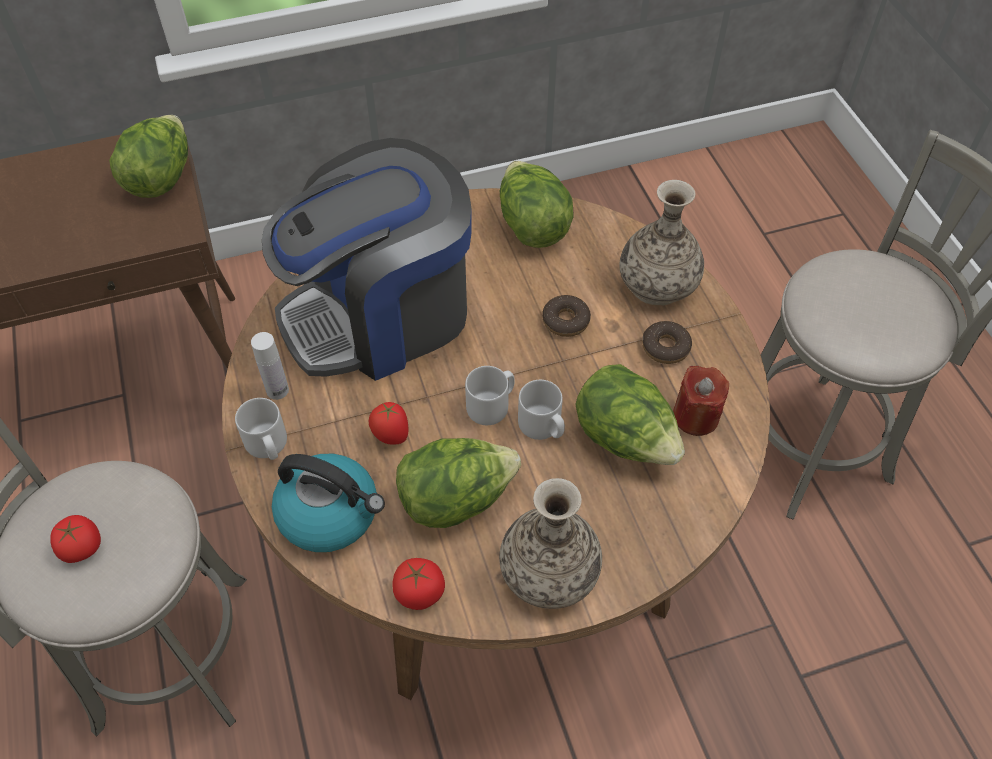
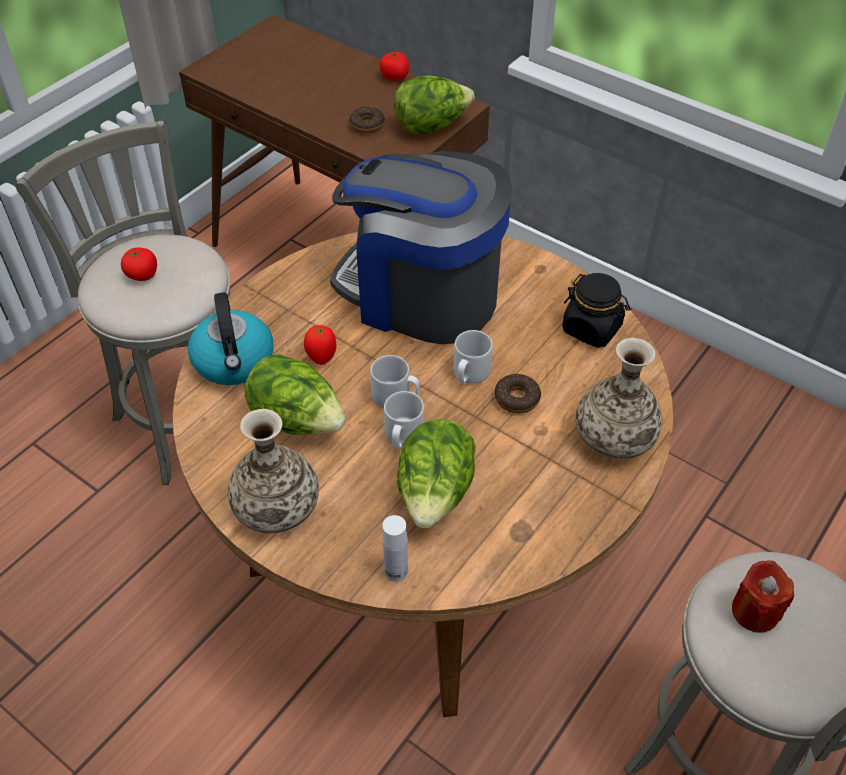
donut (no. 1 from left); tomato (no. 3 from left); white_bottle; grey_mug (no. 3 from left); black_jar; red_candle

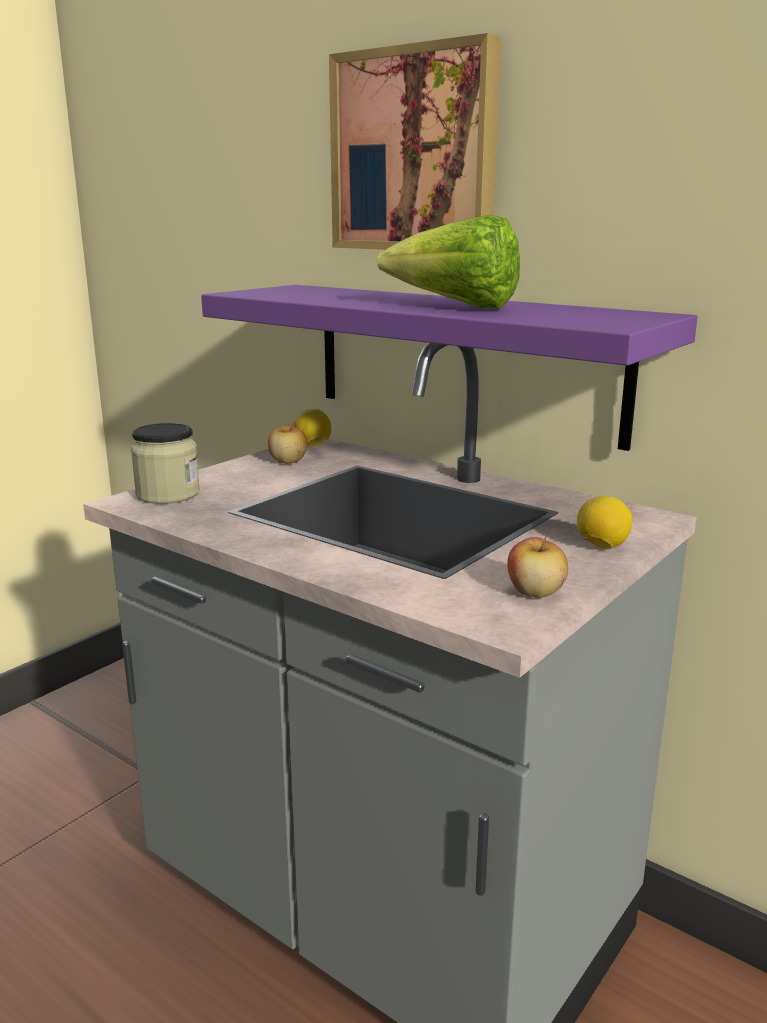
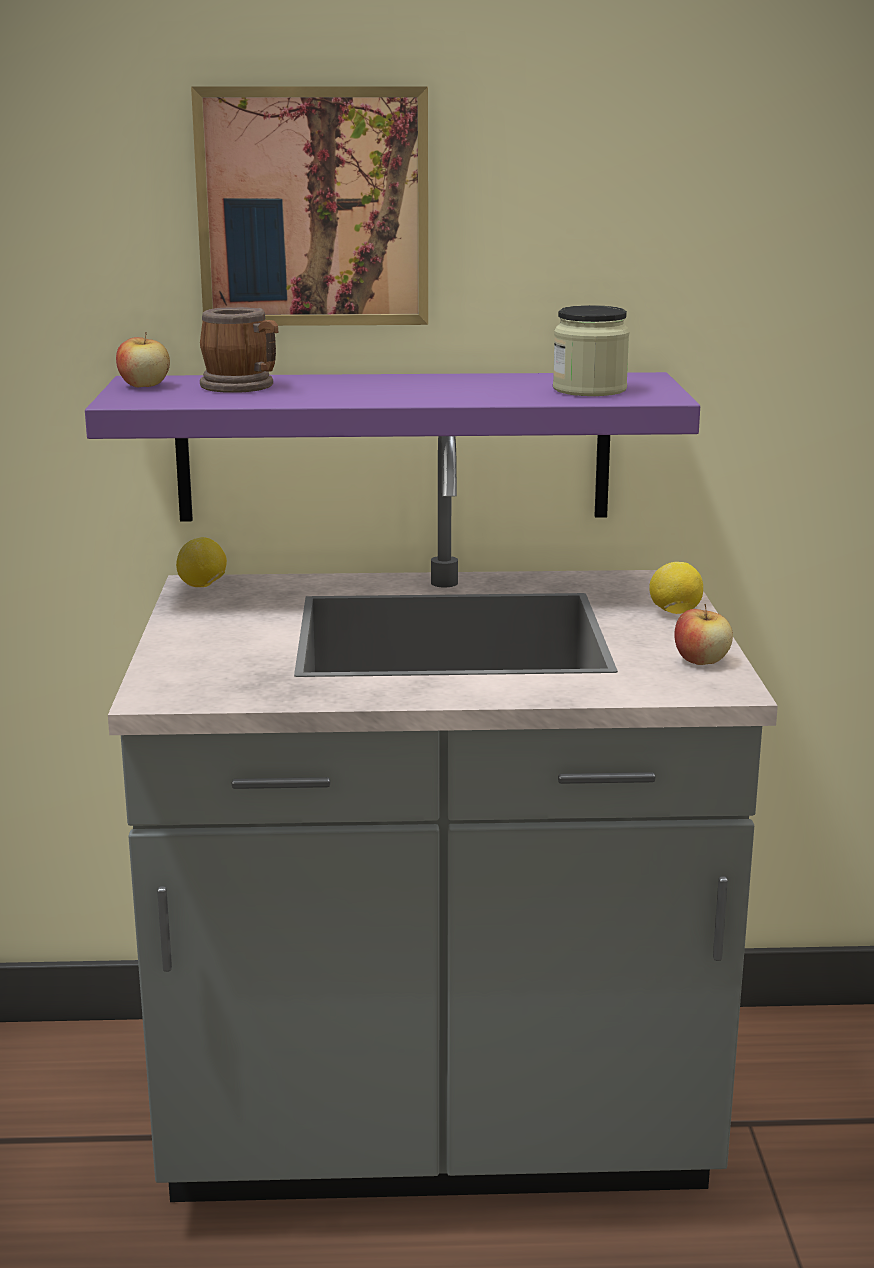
apple (no. 1 from left); mug; jar; lettuce

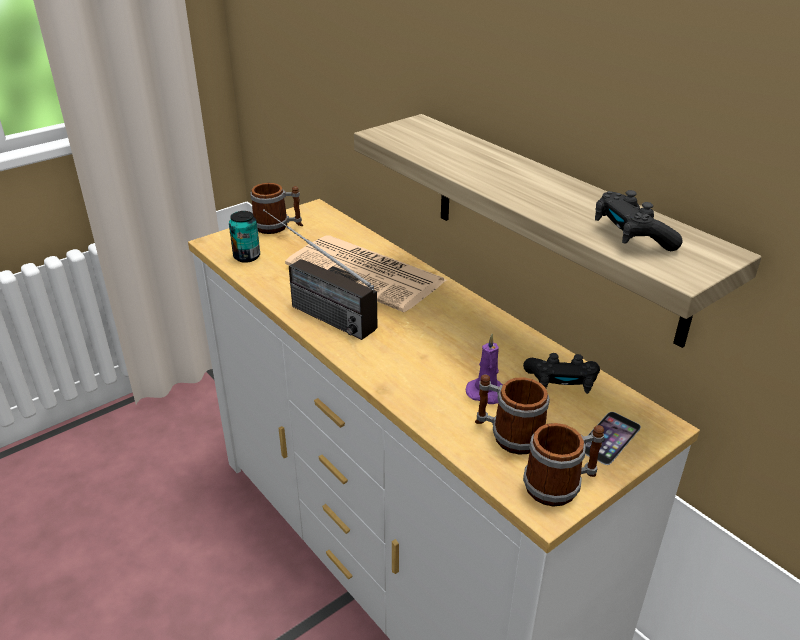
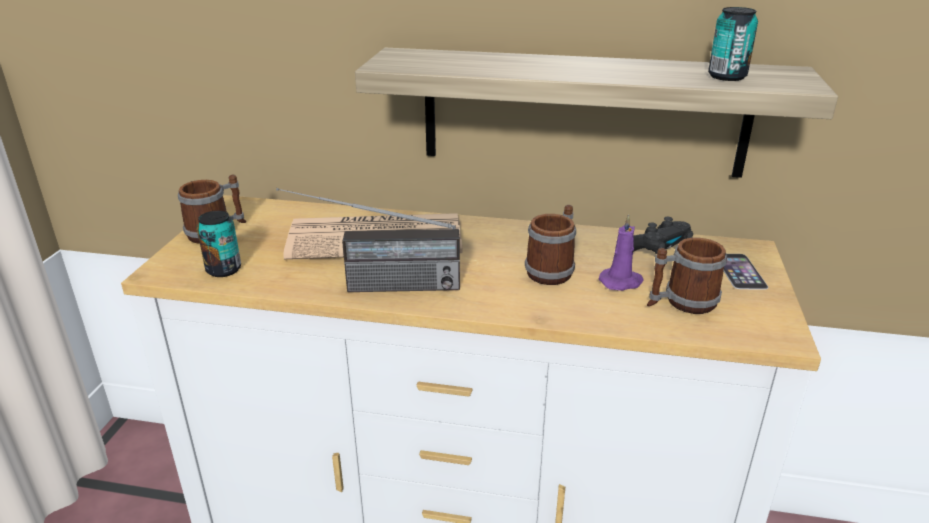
mug (no. 2 from left); can (no. 2 from left)

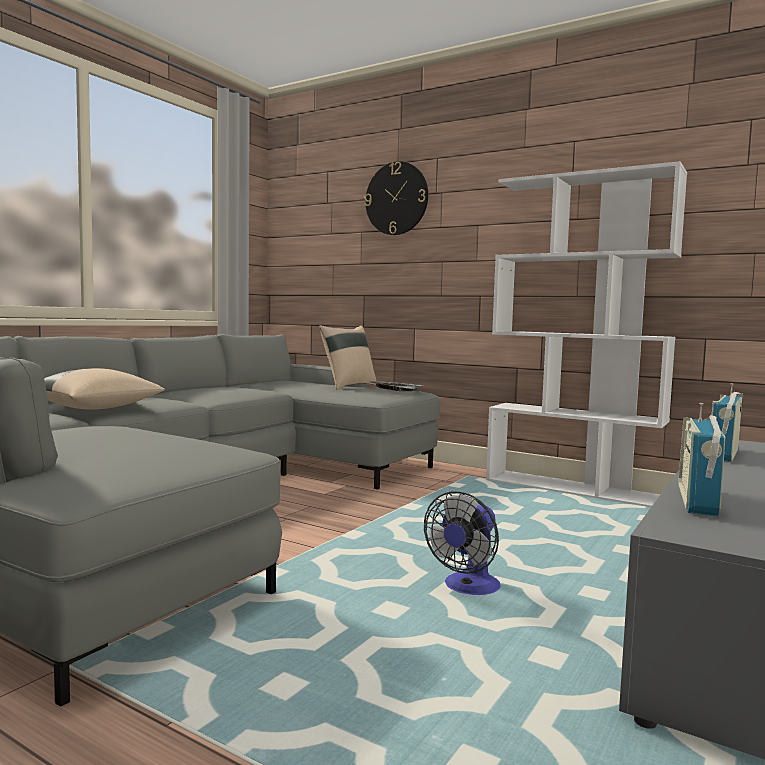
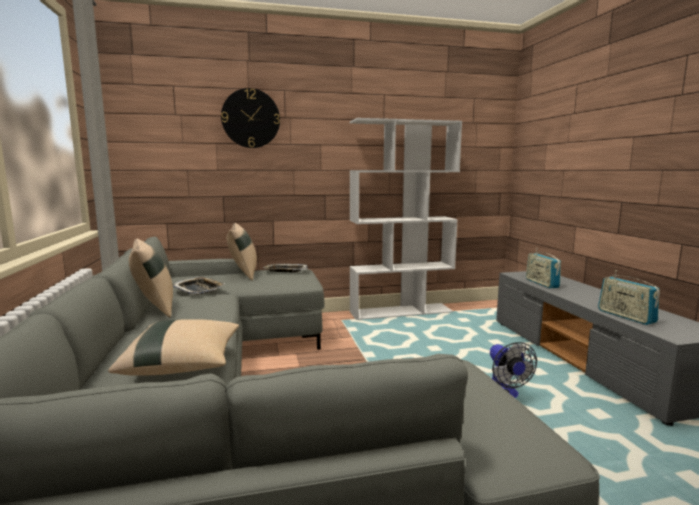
beige_pillow (no. 1 from left); tray (no. 1 from left)

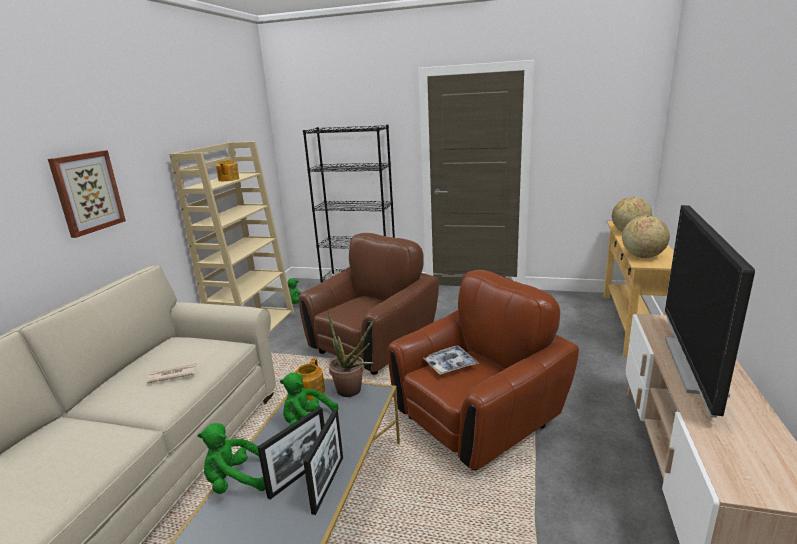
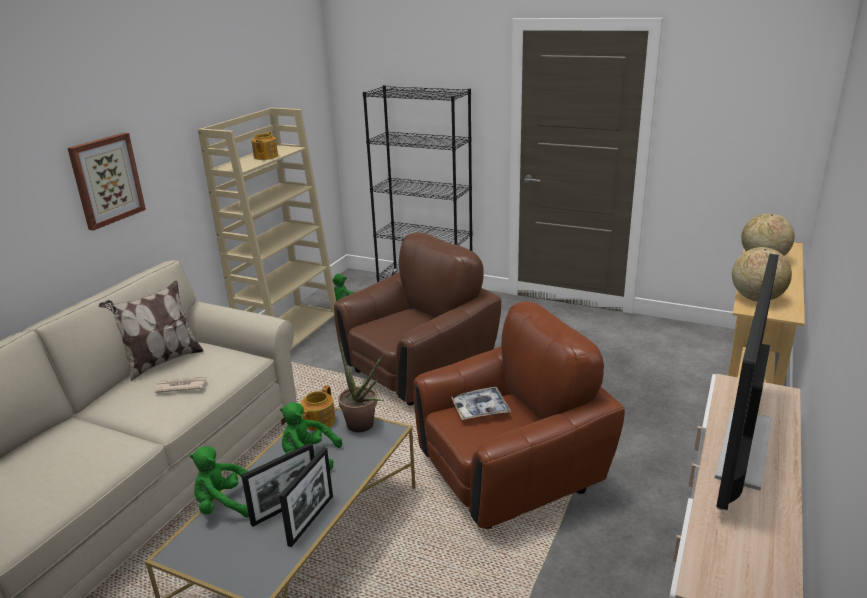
pillow

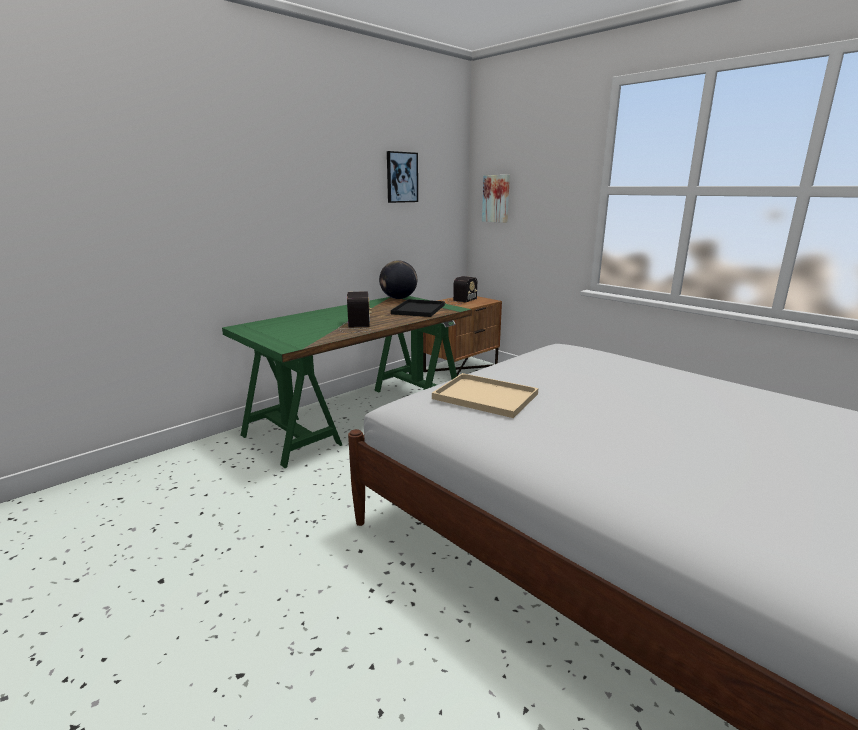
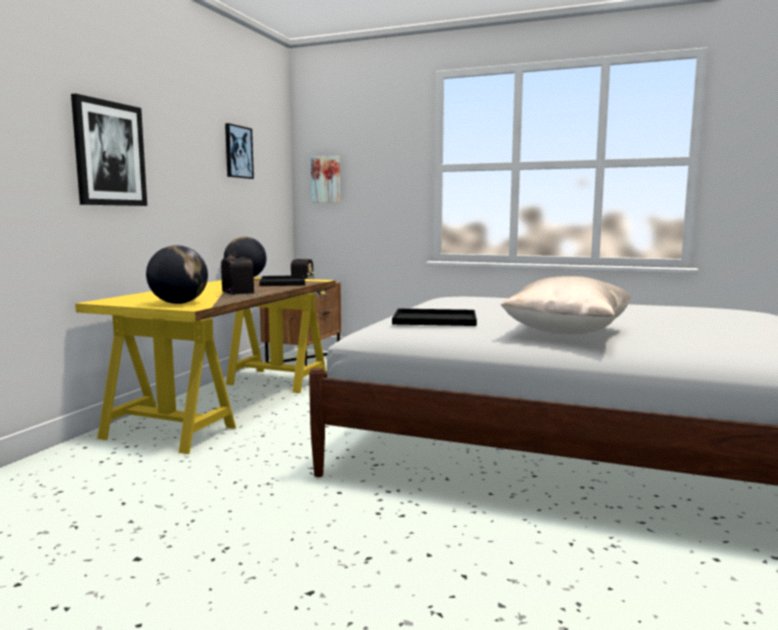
picture (no. 1 from left); yellow_desk; globe (no. 1 from left); black_tray (no. 2 from left); beige_pillow

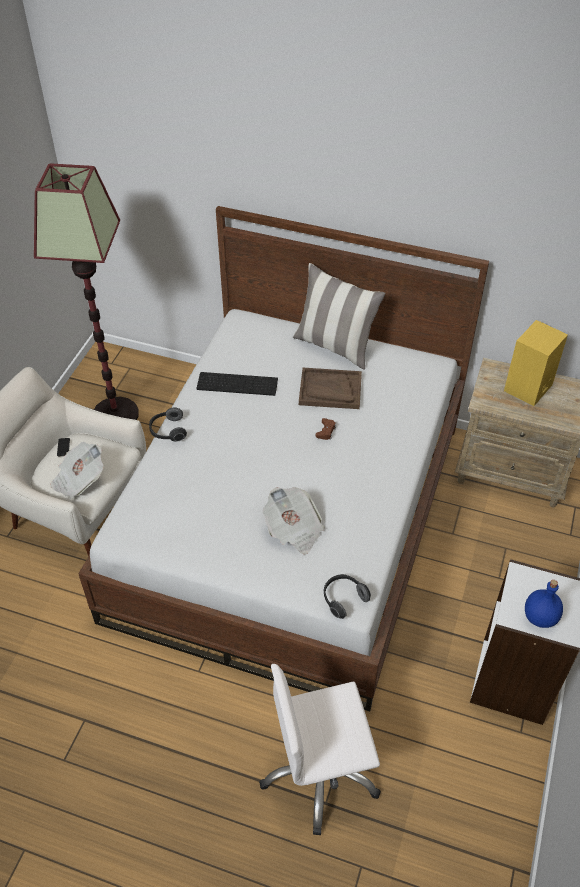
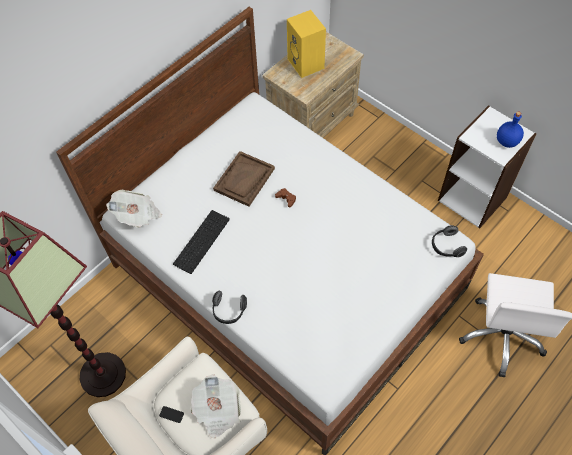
newspaper (no. 1 from left); pillow

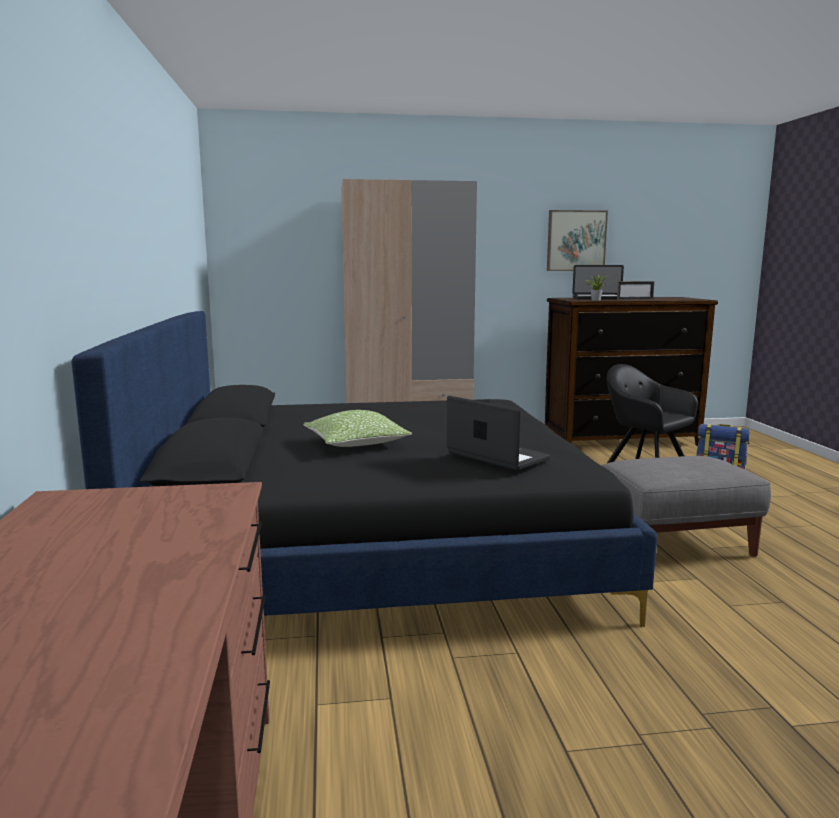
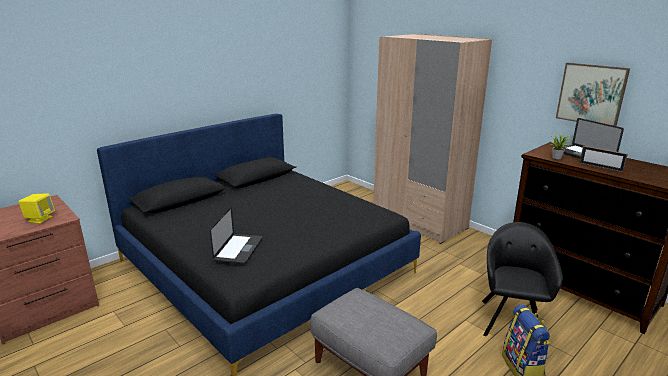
yellow_speaker; pillow

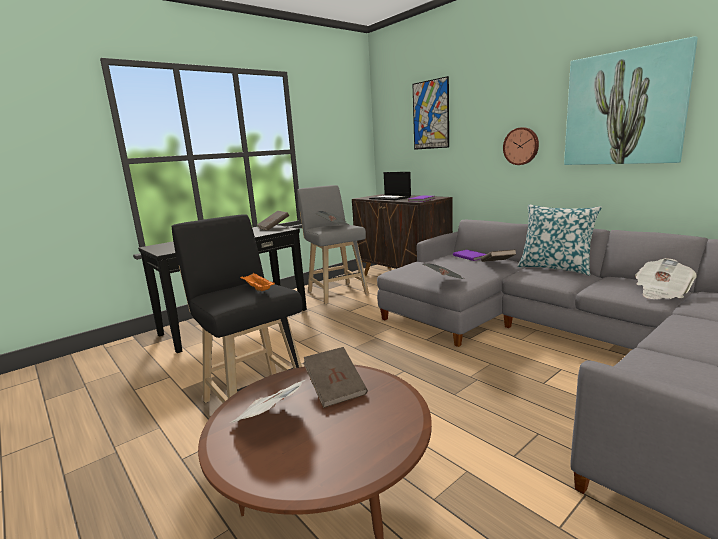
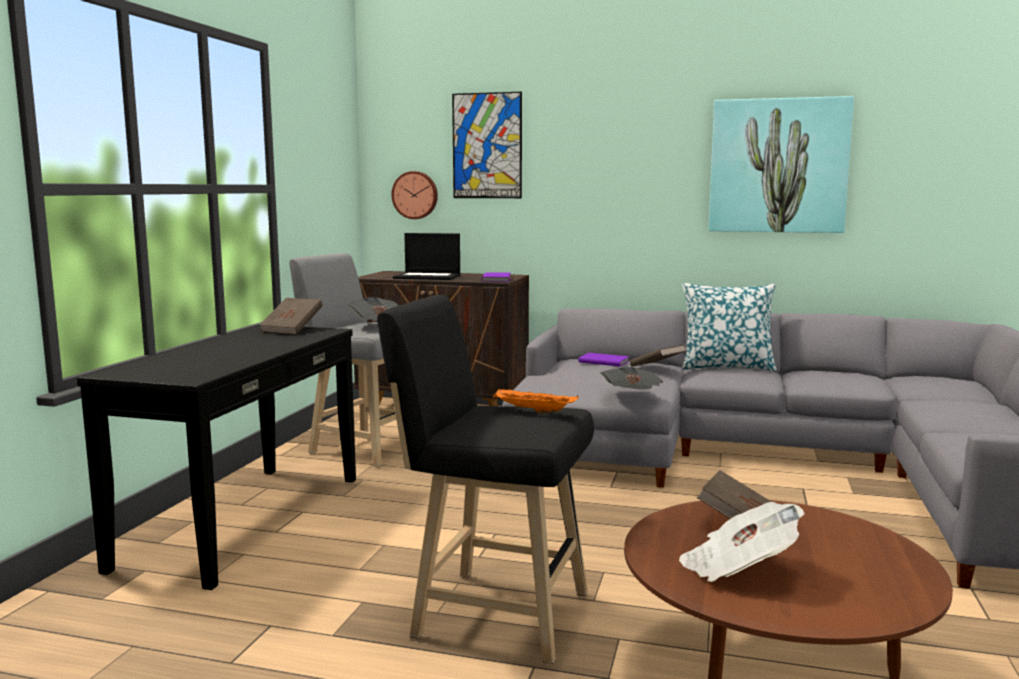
wall_clock; newspaper (no. 4 from left in the first image)

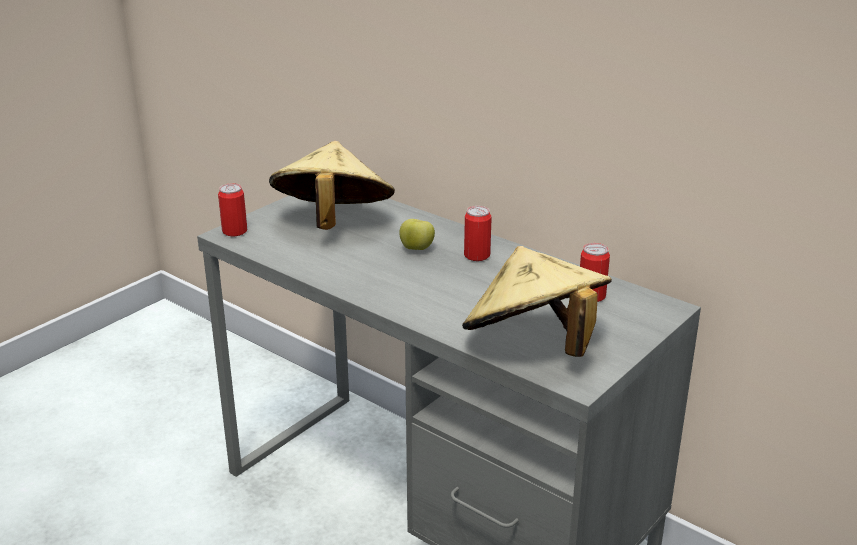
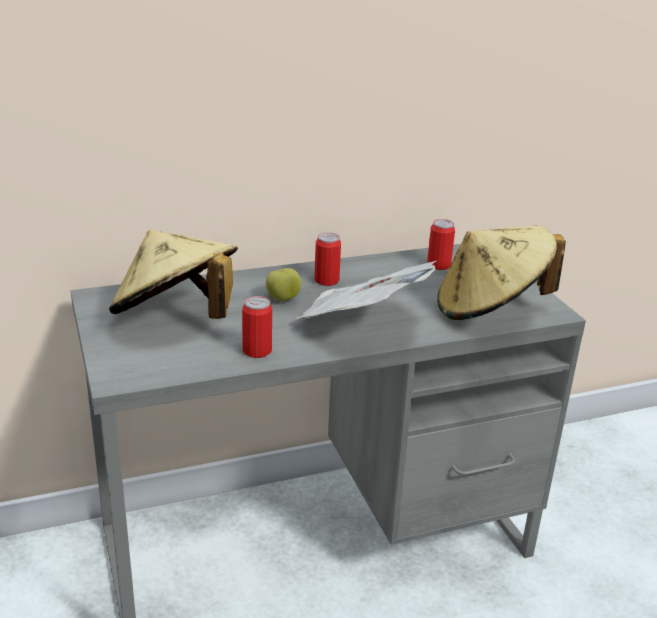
can (no. 1 from left); newspaper

